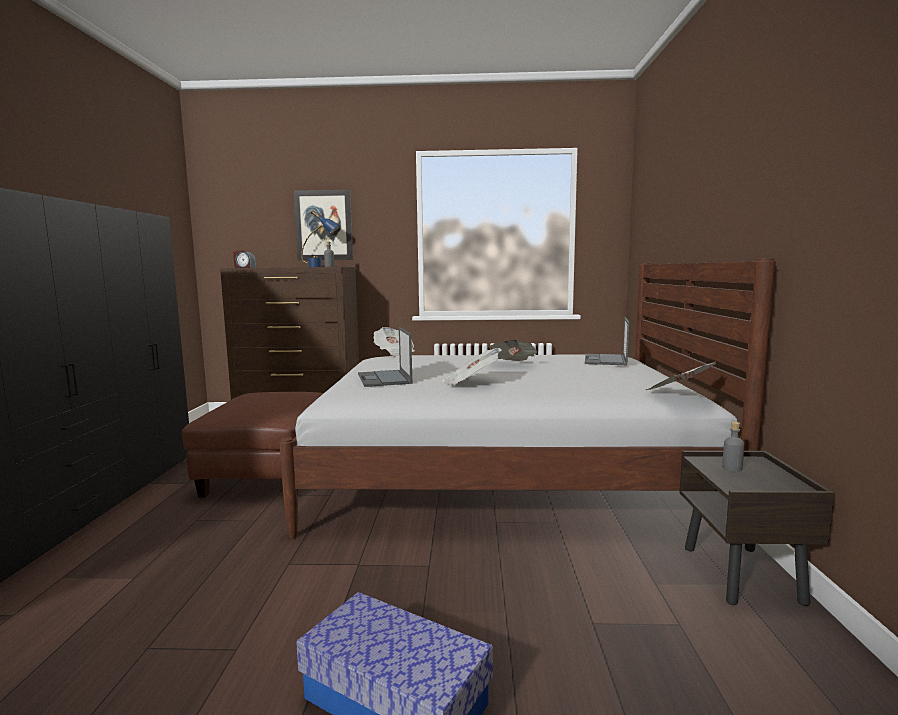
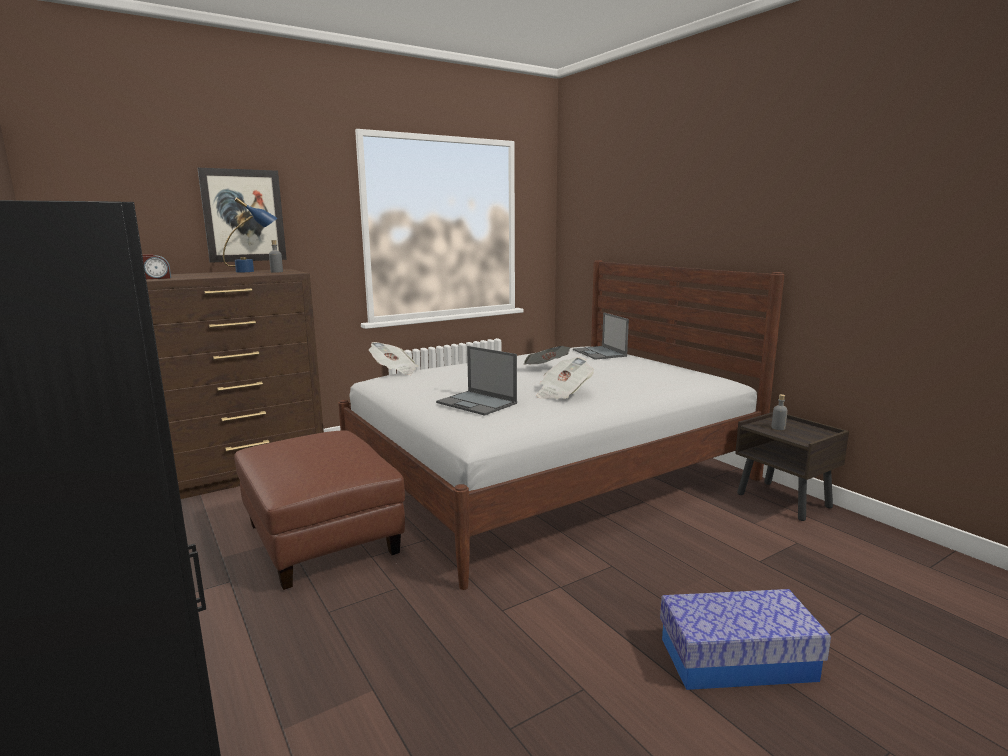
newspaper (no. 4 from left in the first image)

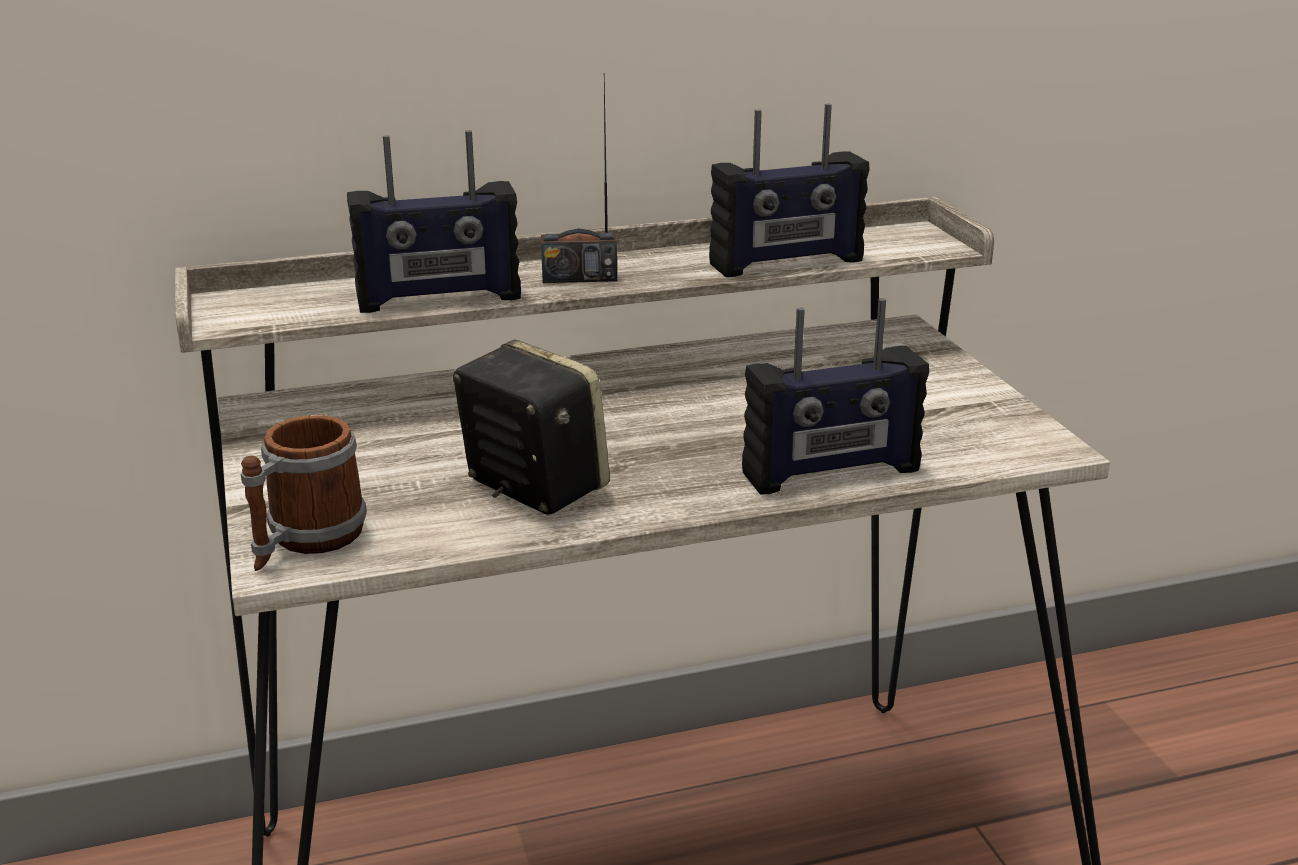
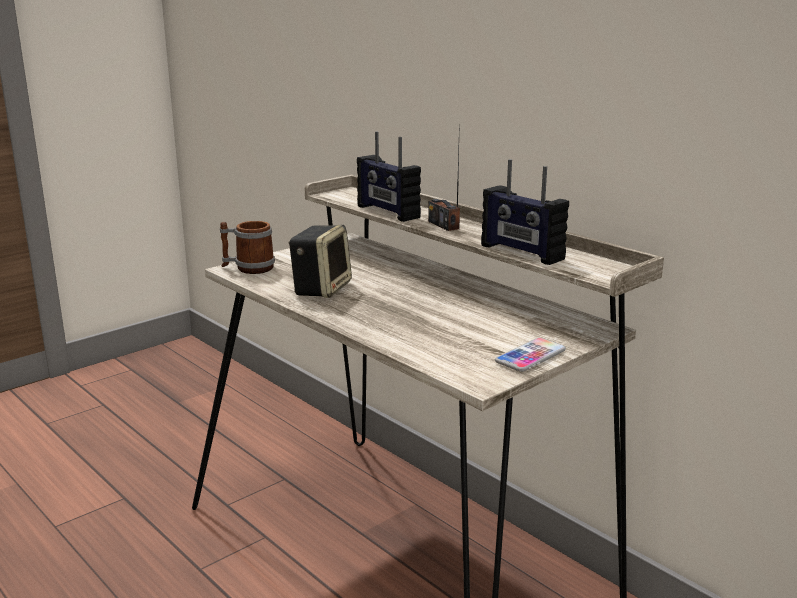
phone; radio (no. 4 from left in the first image)

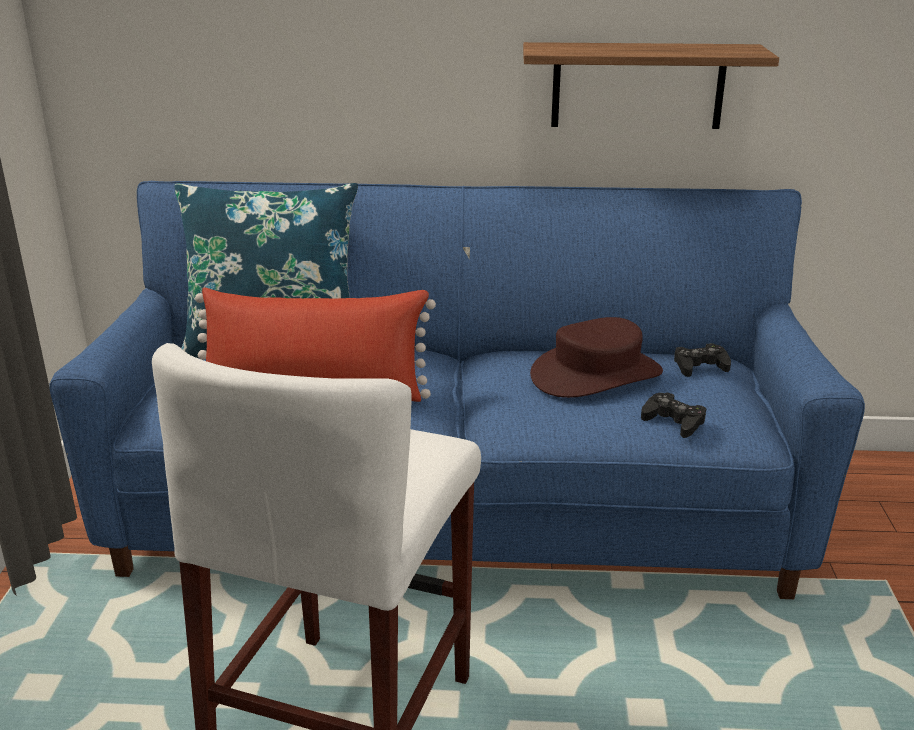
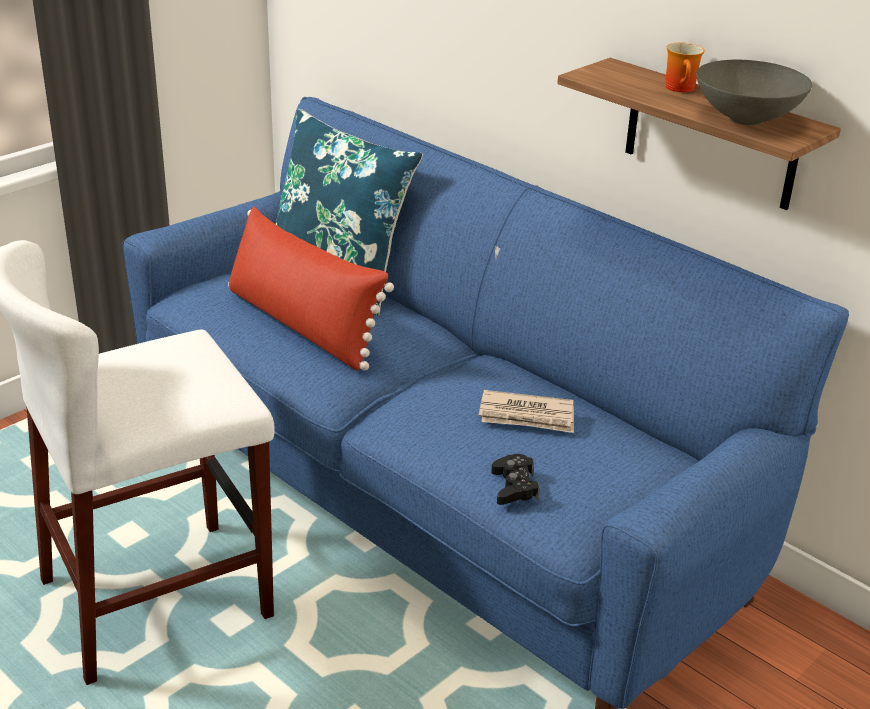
newspaper; mug; grey_bowl; black_game_controller (no. 2 from left in the first image)

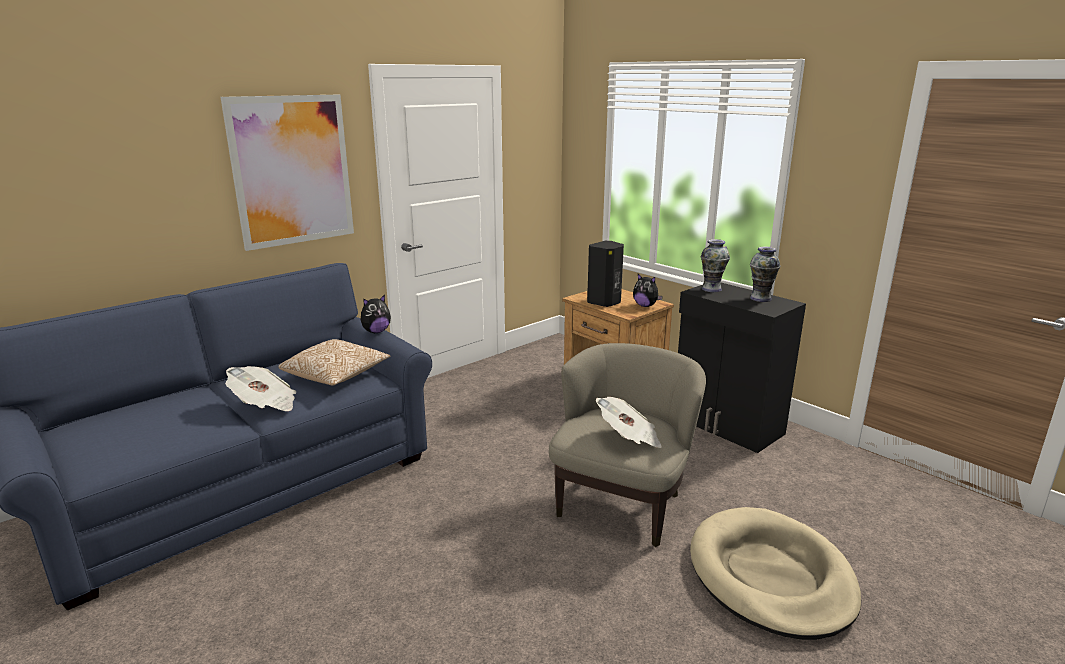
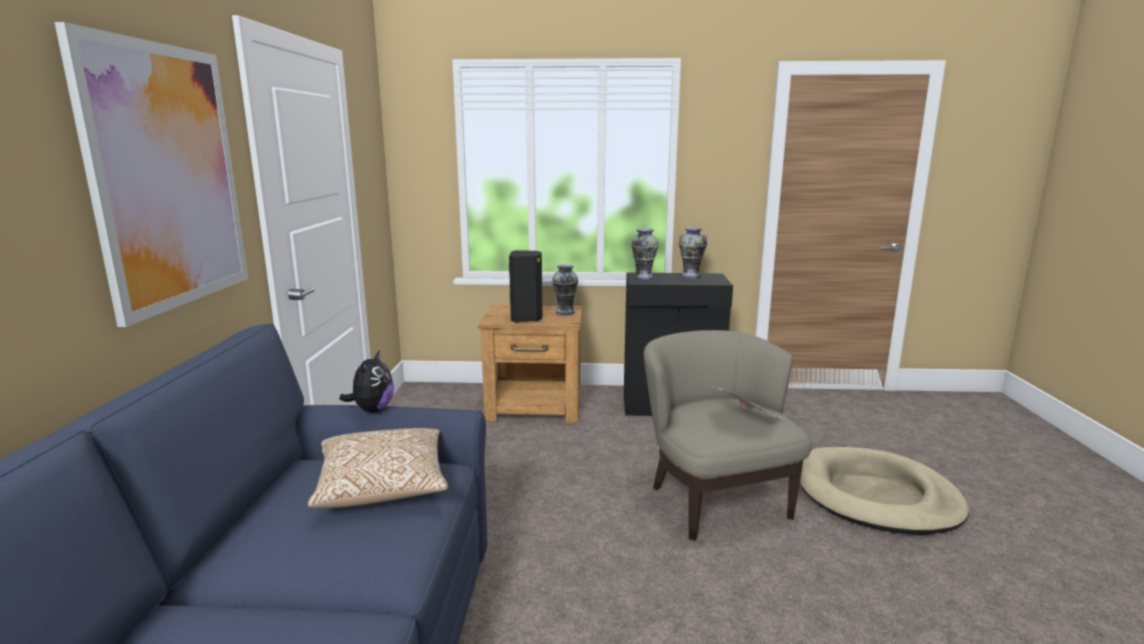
vase (no. 1 from left); newspaper (no. 1 from left in the first image)

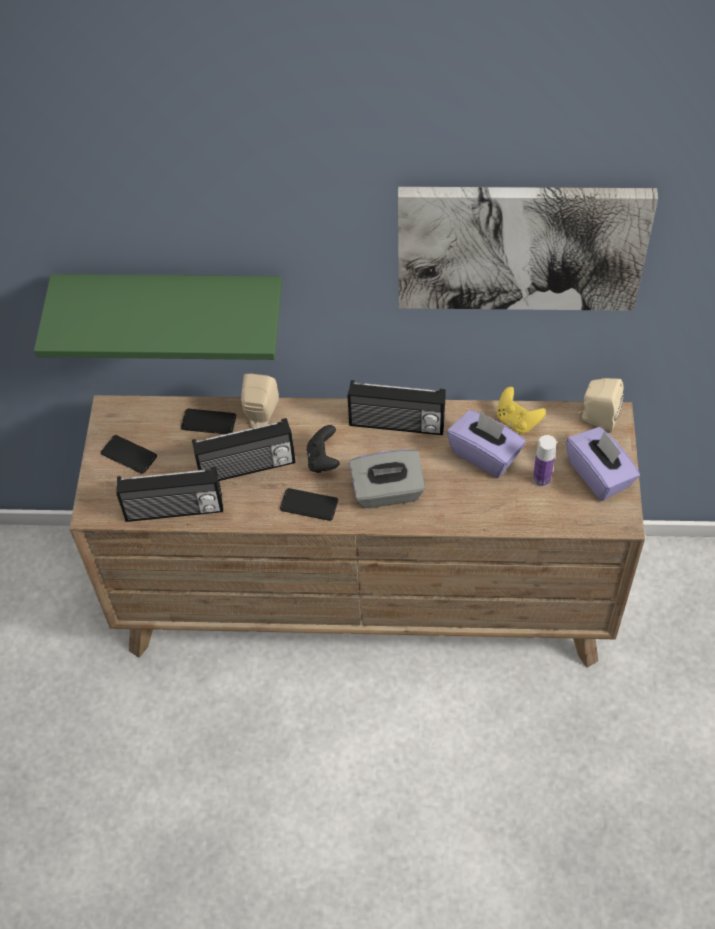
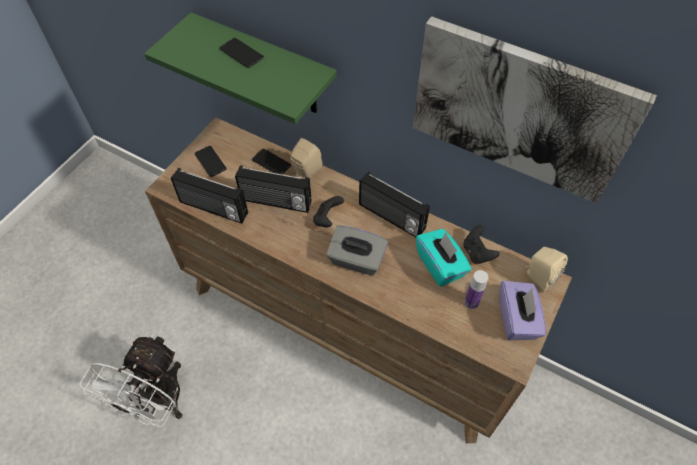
white_fan; phone (no. 2 from left); turquoise_tissue_box; black_game_controller (no. 2 from left)

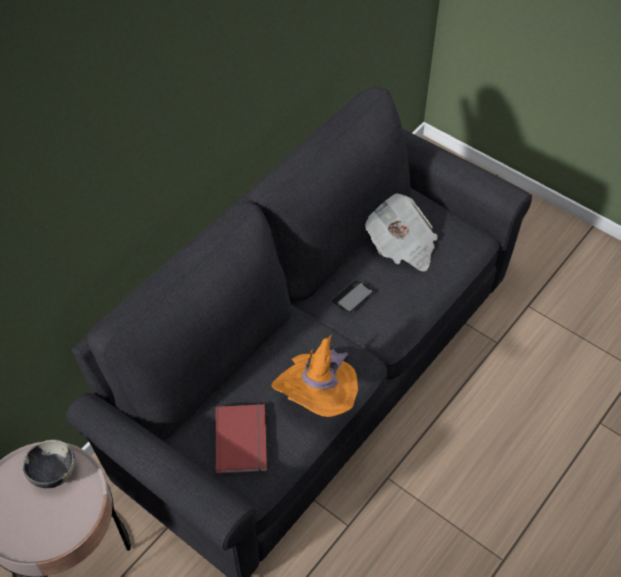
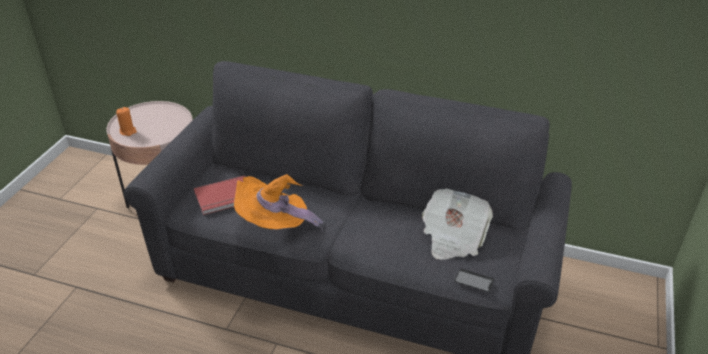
orange_candle; phone; bowl

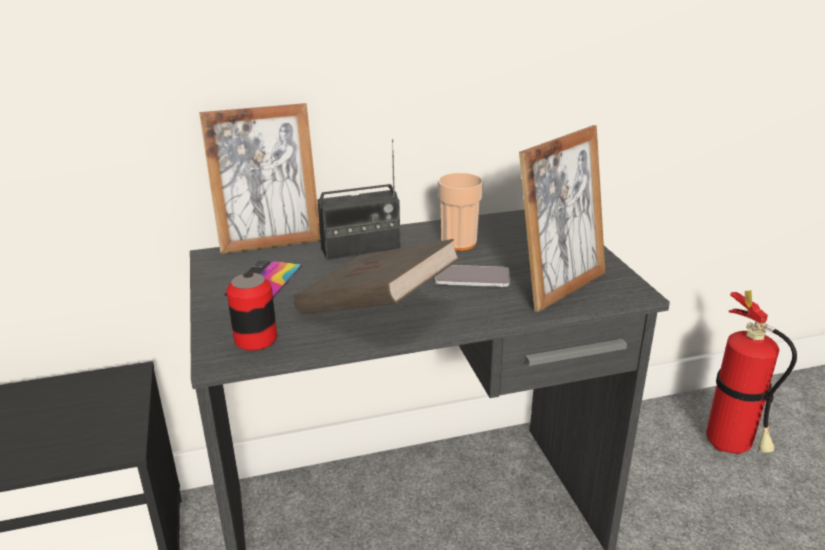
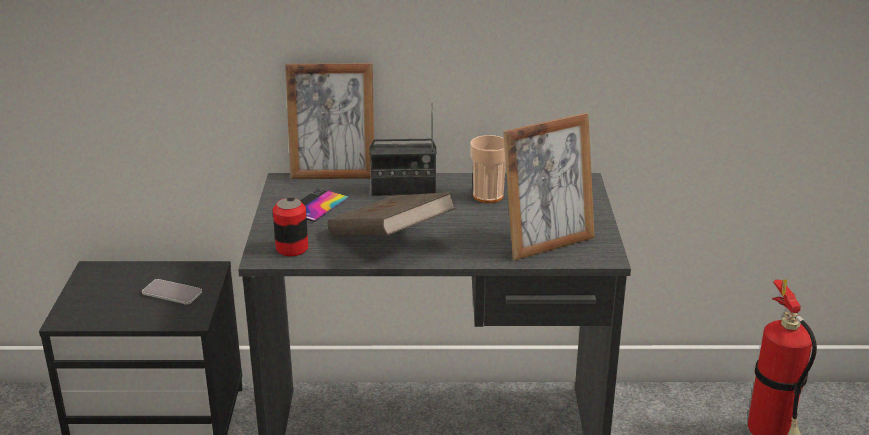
phone (no. 1 from left)

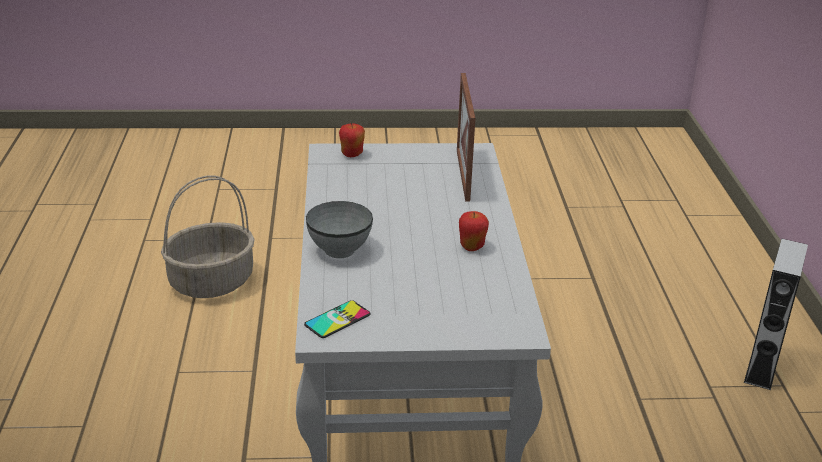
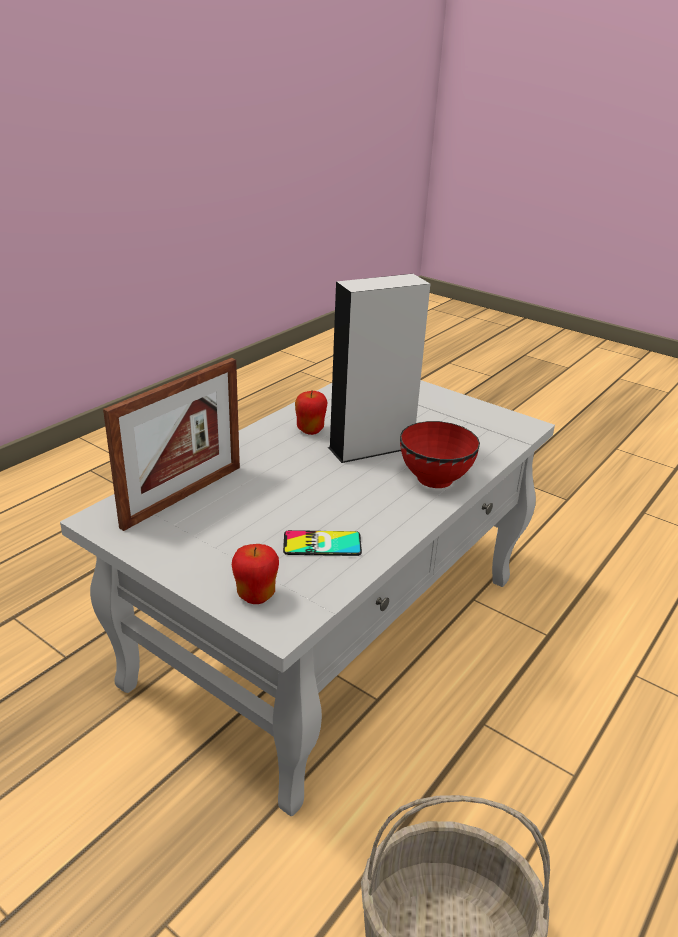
phone; grey_speaker; red_bowl

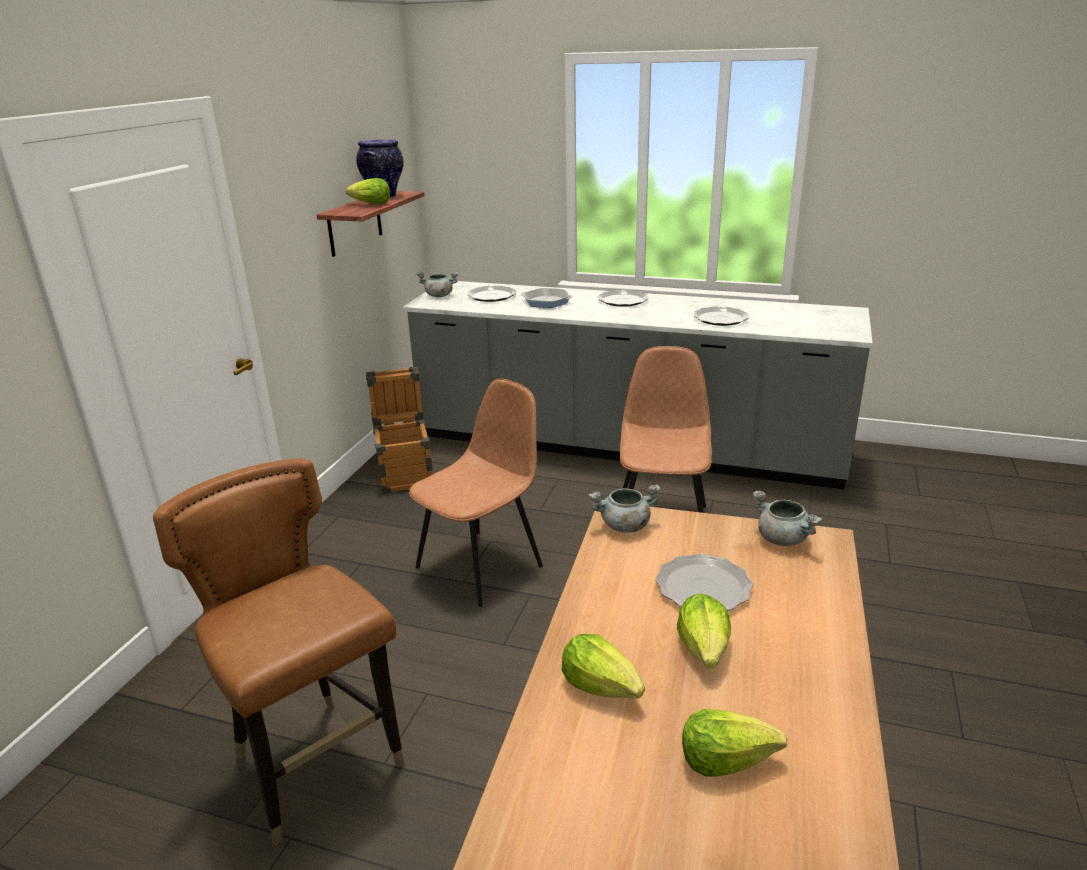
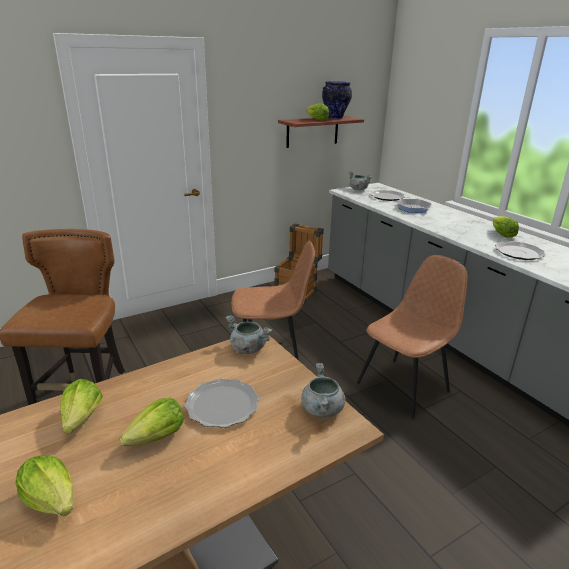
lettuce (no. 5 from left); plate (no. 2 from left in the first image)

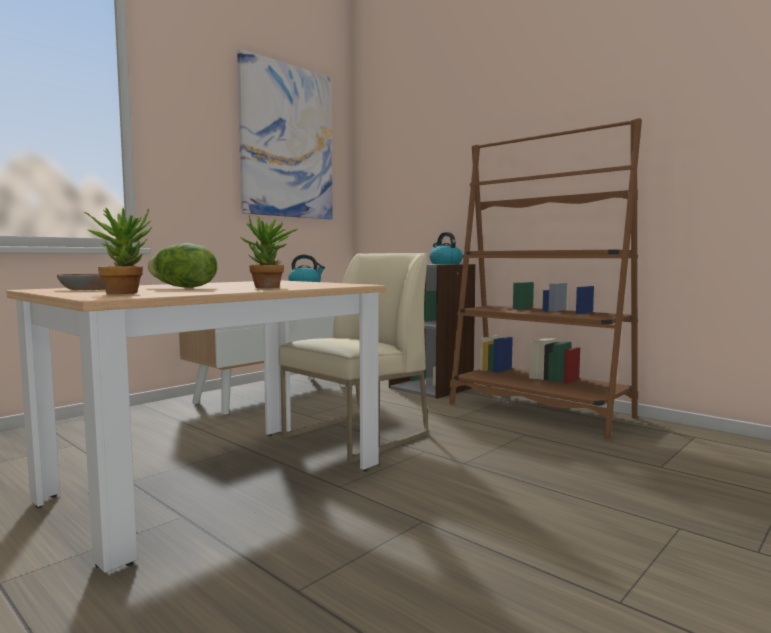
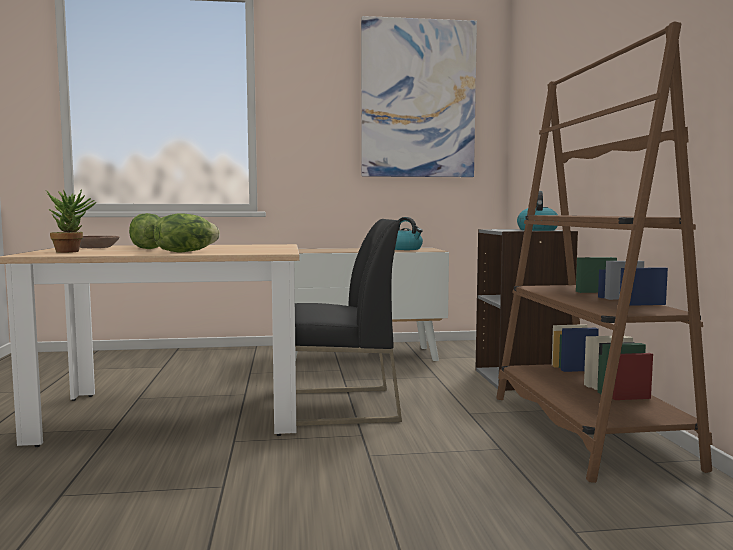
lettuce (no. 2 from left); black_chair

